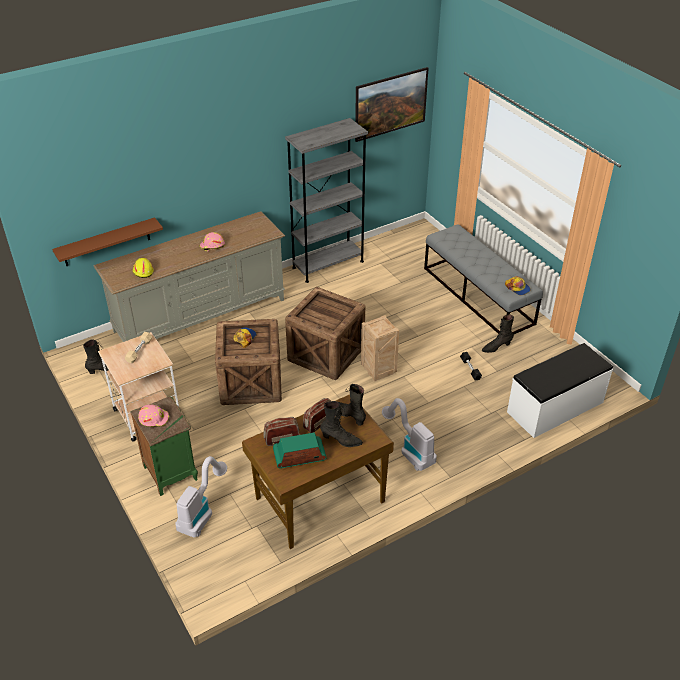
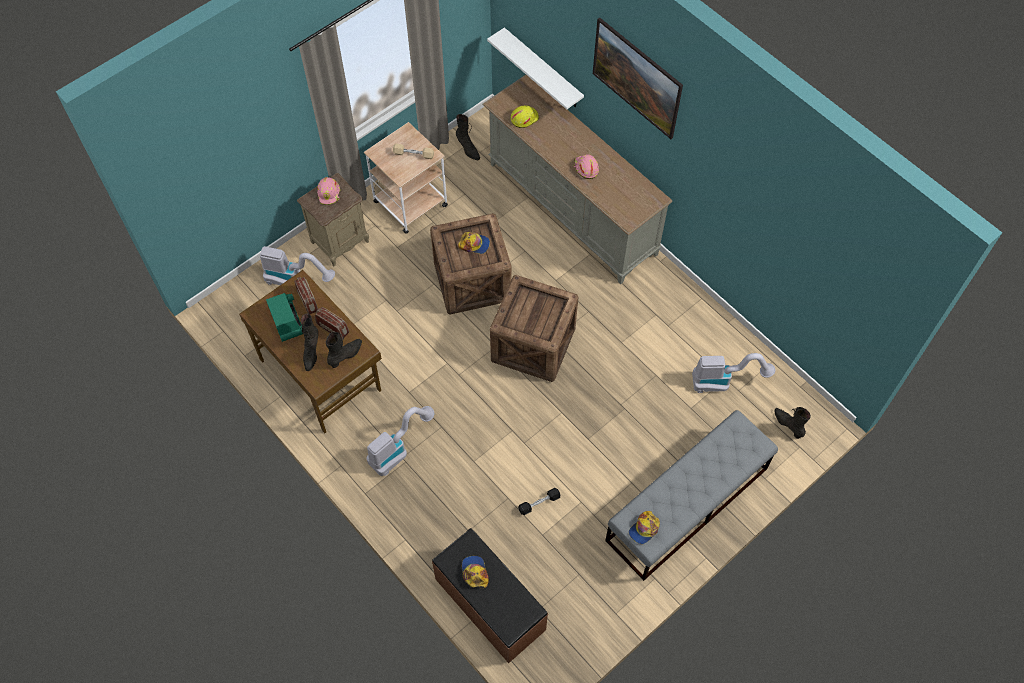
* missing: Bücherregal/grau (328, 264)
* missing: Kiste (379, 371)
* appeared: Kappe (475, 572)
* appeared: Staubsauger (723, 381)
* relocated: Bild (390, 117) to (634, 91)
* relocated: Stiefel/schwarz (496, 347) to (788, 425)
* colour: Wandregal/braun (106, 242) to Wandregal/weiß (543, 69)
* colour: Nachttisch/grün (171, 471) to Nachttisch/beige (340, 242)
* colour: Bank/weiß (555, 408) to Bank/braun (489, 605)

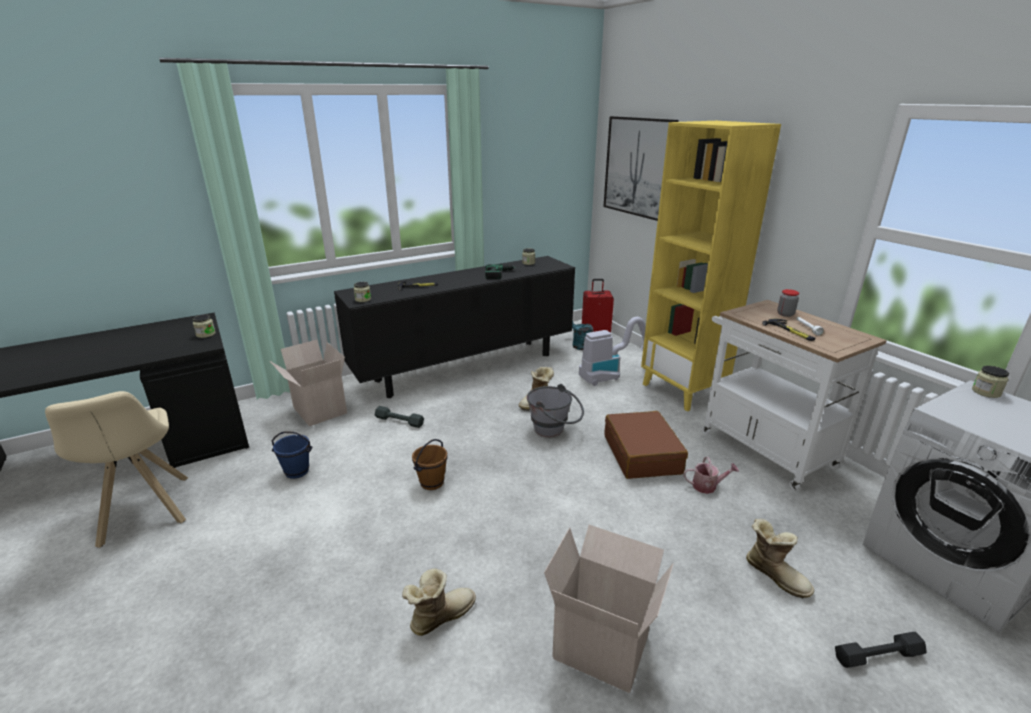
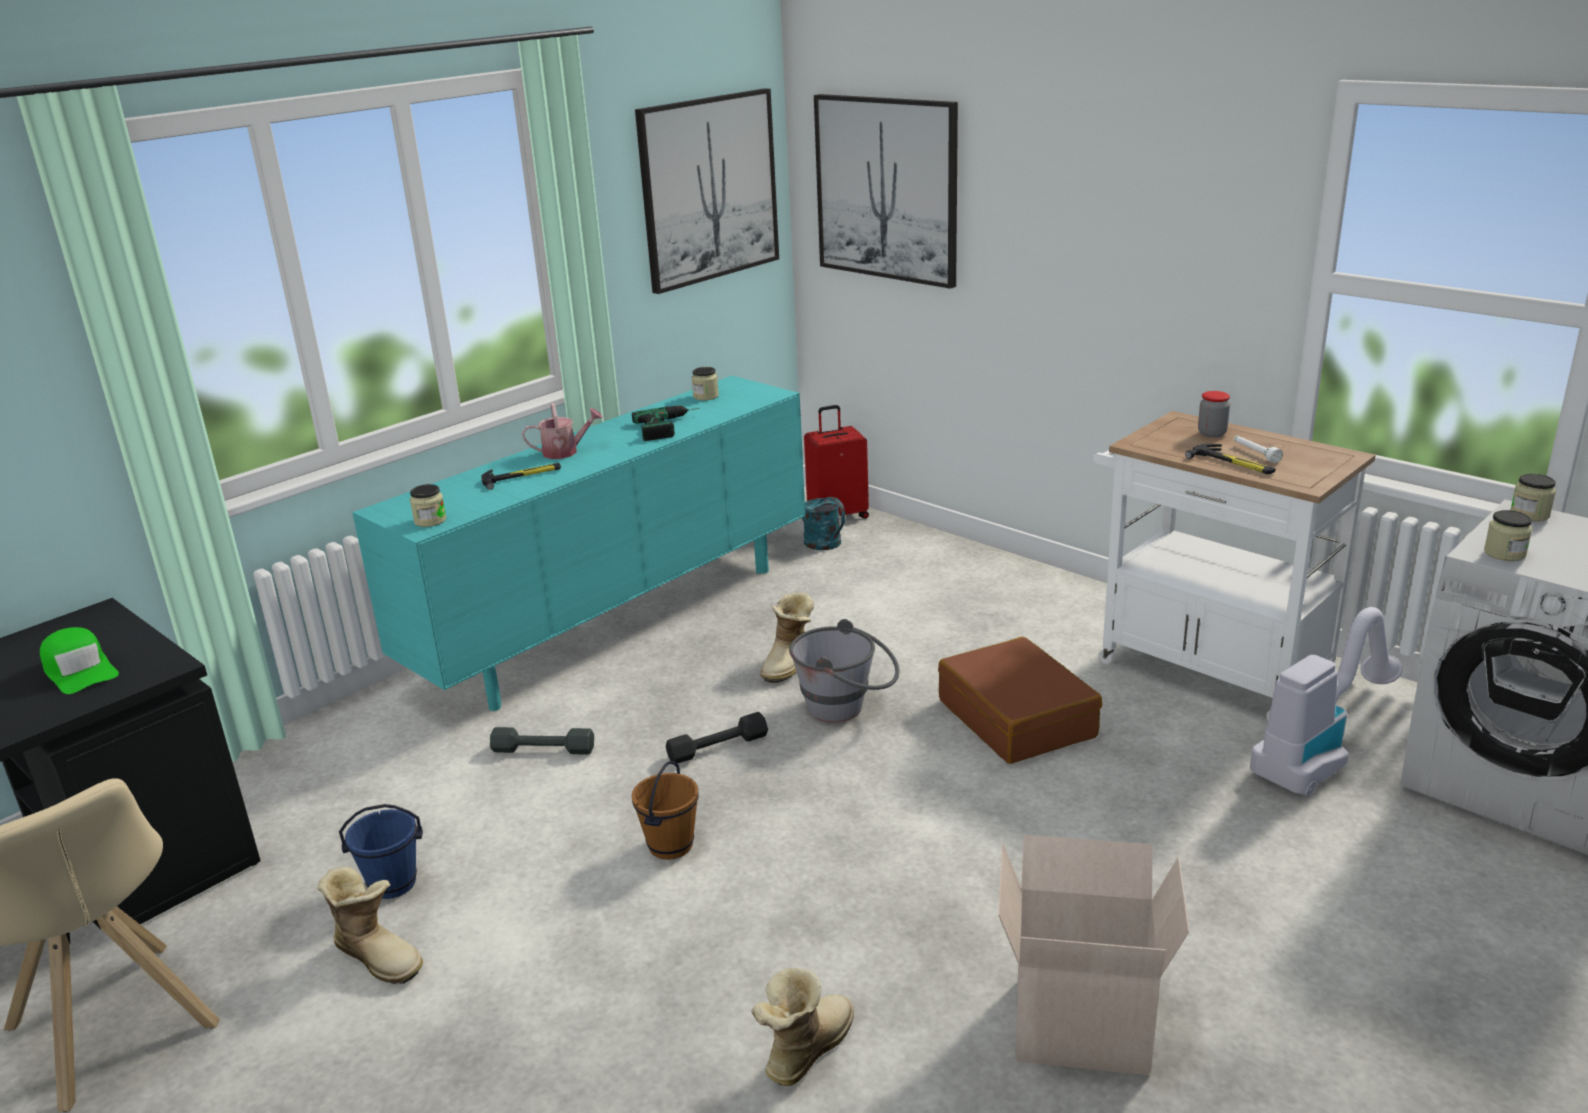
* missing: Karton (318, 410)
* missing: Bücherregal/gelb (683, 391)
* appeared: Kappe/grün (80, 670)
* appeared: Bild (709, 189)
* relocated: Vorratsglas (206, 334) to (1504, 553)
* relocated: Staubsauger (611, 375) to (1317, 755)
* relocated: Gießkanne (707, 486) to (565, 451)
* relocated: Stiefel (776, 574) to (379, 955)
* relocated: Hantel/schwarz (877, 656) to (718, 747)
* colour: Schrank/schwarz (465, 367) to Schrank/türkis (617, 622)

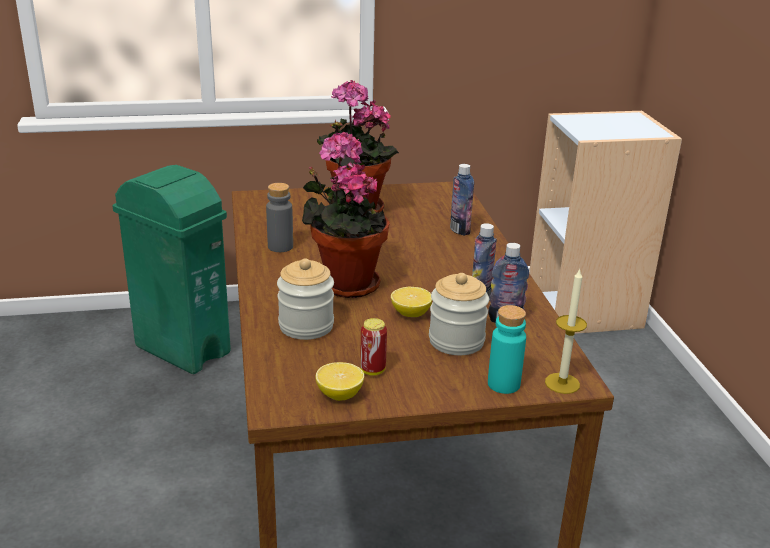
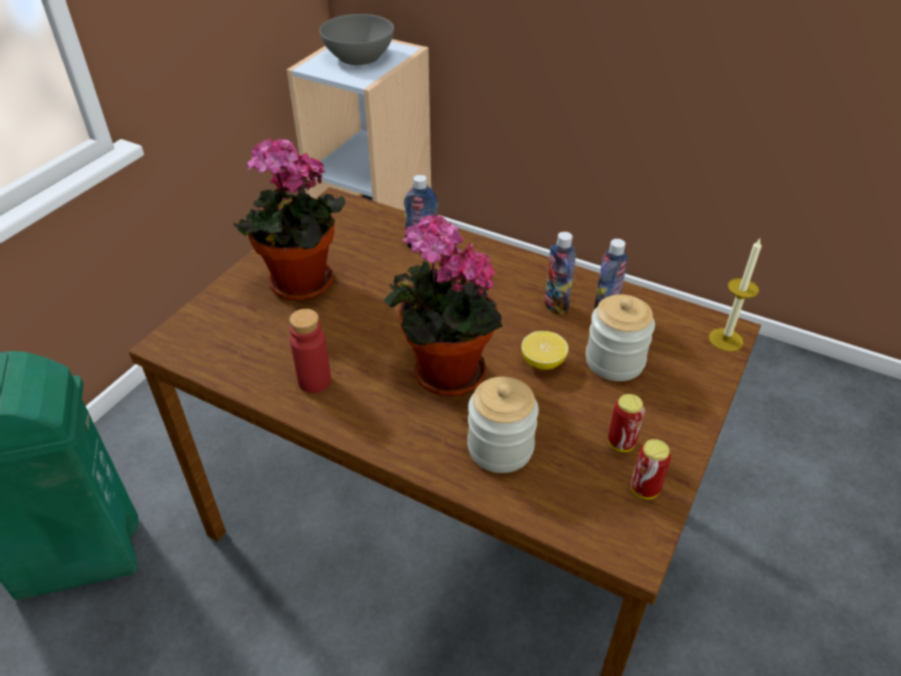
* missing: Flasche/türkis (503, 384)
* appeared: Schüssel/grau (358, 56)
* exchanged: Zitrone (339, 394) to Dose (644, 489)
* colour: Flasche/grau (280, 247) to Flasche/rot (314, 381)

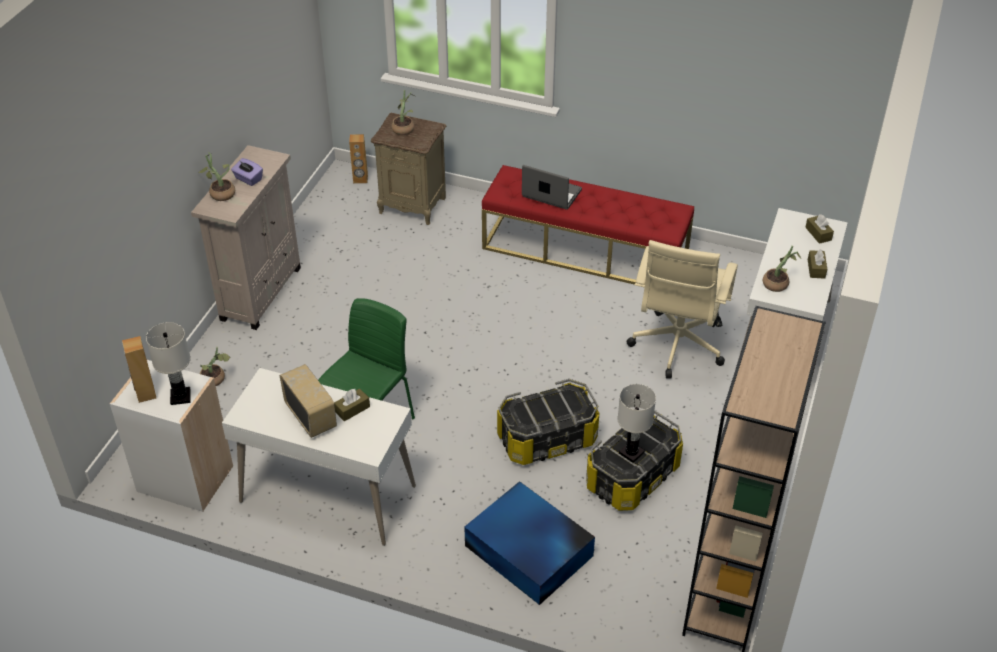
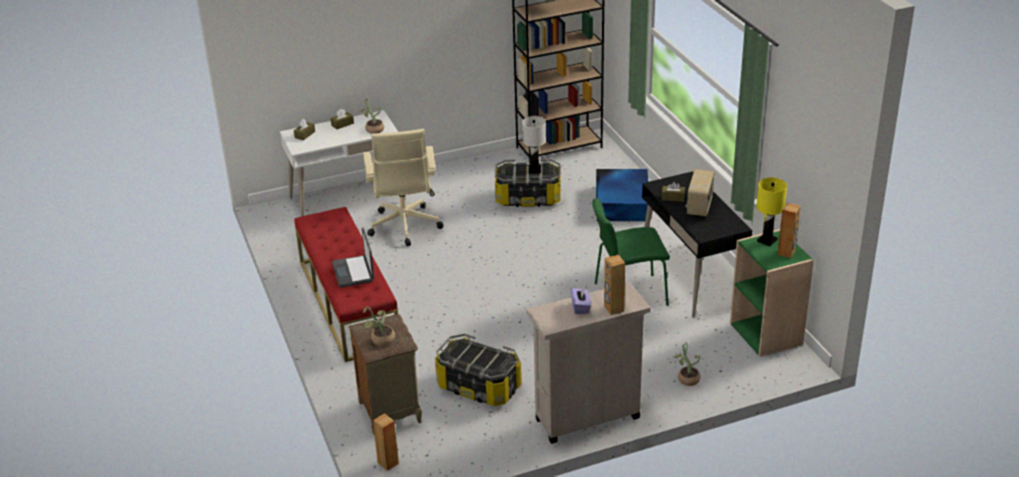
* relocated: Aufbewahrungsbox (547, 439) to (479, 386)
* exchanged: Topfpflanze (220, 193) to Lautsprecher/braun (613, 308)
* colour: Bücherregal/weiß (183, 479) to Bücherregal/grün (767, 334)
* colour: Tischlampe/weiß (180, 396) to Tischlampe/gelb (767, 240)
* colour: Schreibtisch/weiß (327, 495) to Schreibtisch/schwarz (691, 278)
* spun: Bürostuhl/beige (676, 348) = (405, 228) 105 degrees clockwise

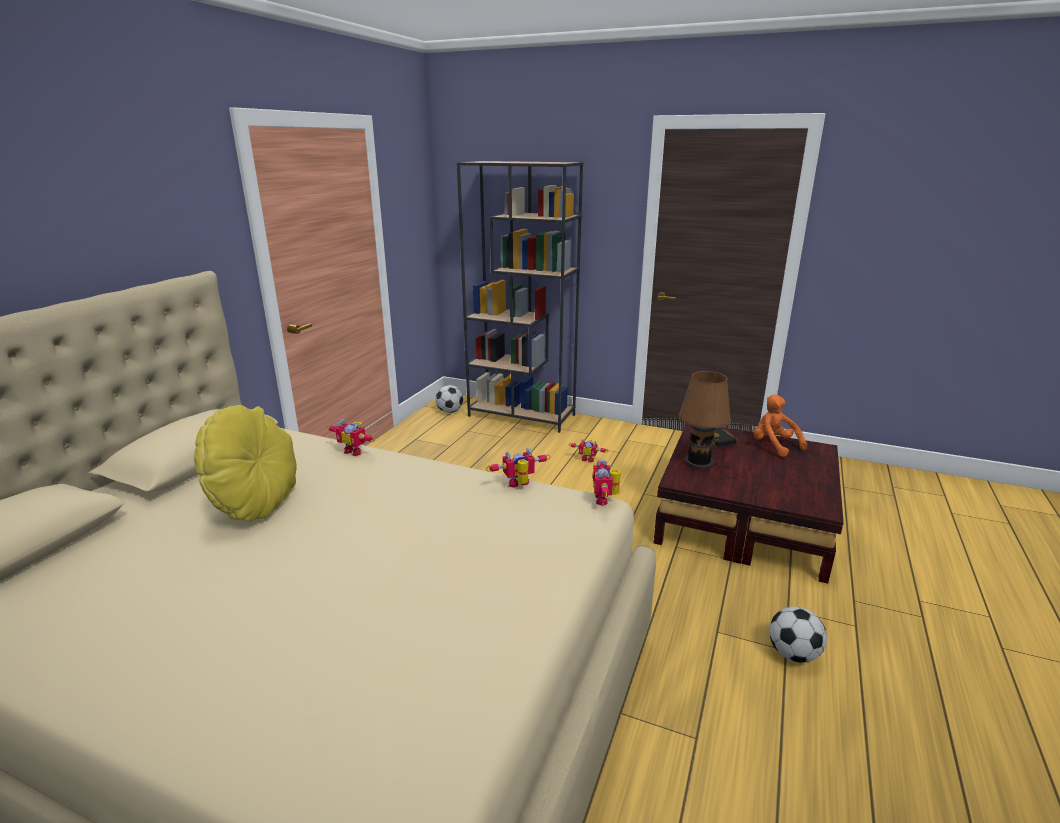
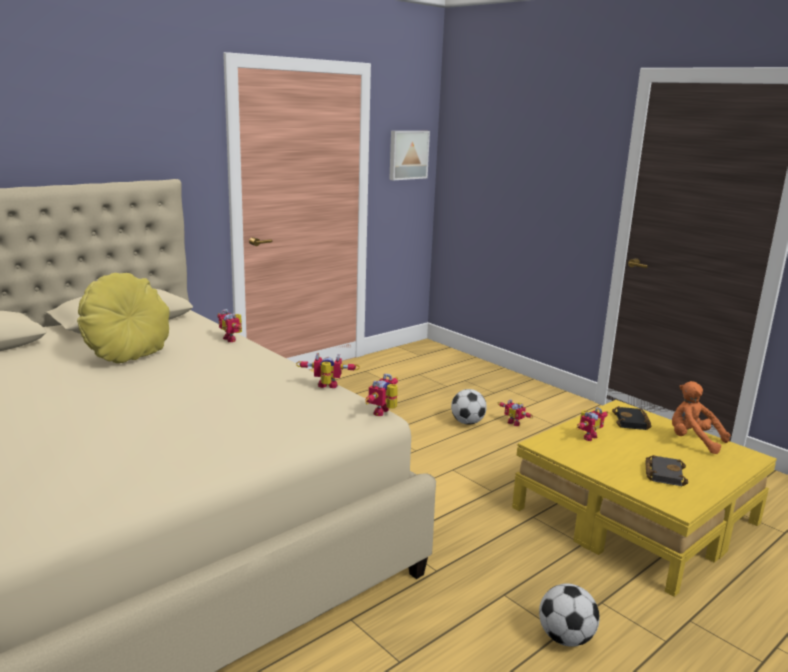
* missing: Bücherregal (522, 415)
* appeared: Bild (407, 155)
* appeared: Buch/schwarz (663, 473)
* relocated: Fußball (450, 411) to (467, 422)
* exchanged: Tischlampe/braun (701, 463) to Spielzeugroboter (587, 436)
* colour: Couchtisch/braun (743, 518) to Couchtisch/gelb (634, 514)
* spun: Plüschtier/orange (774, 445) = (692, 441) 45 degrees counterclockwise

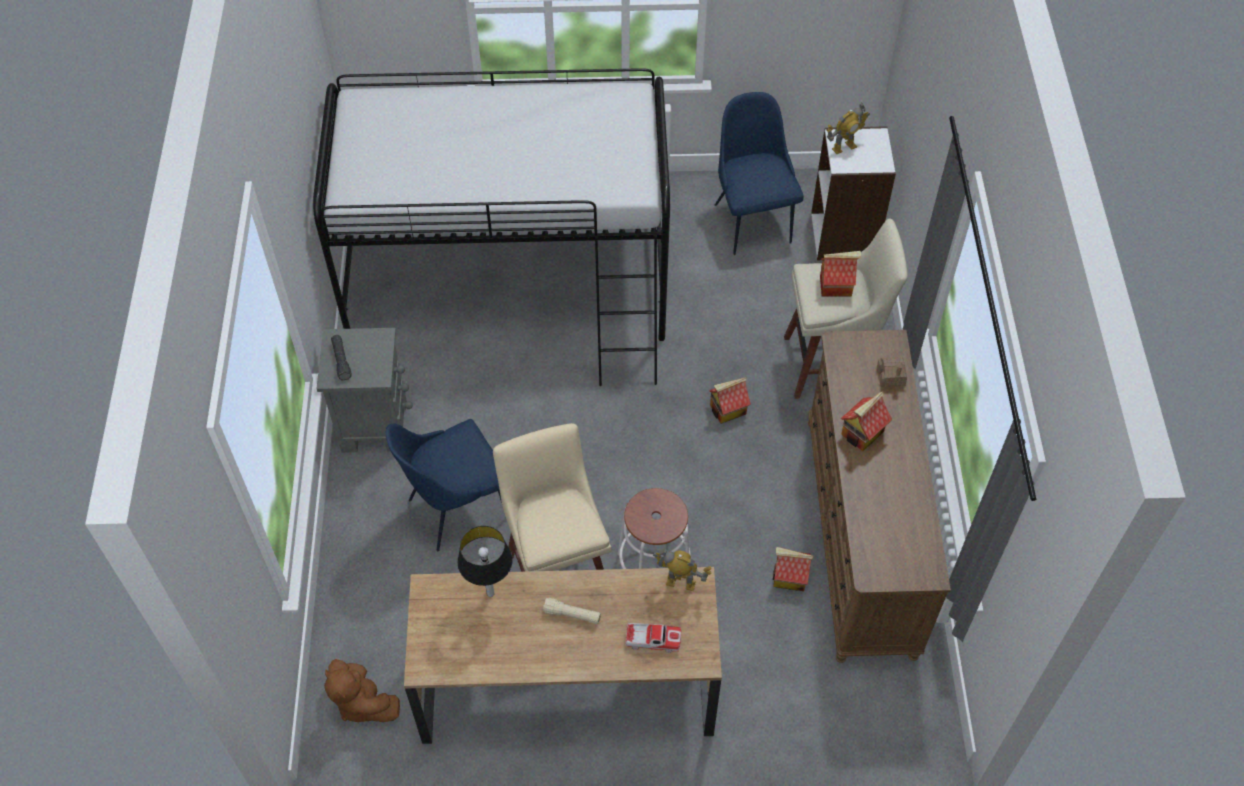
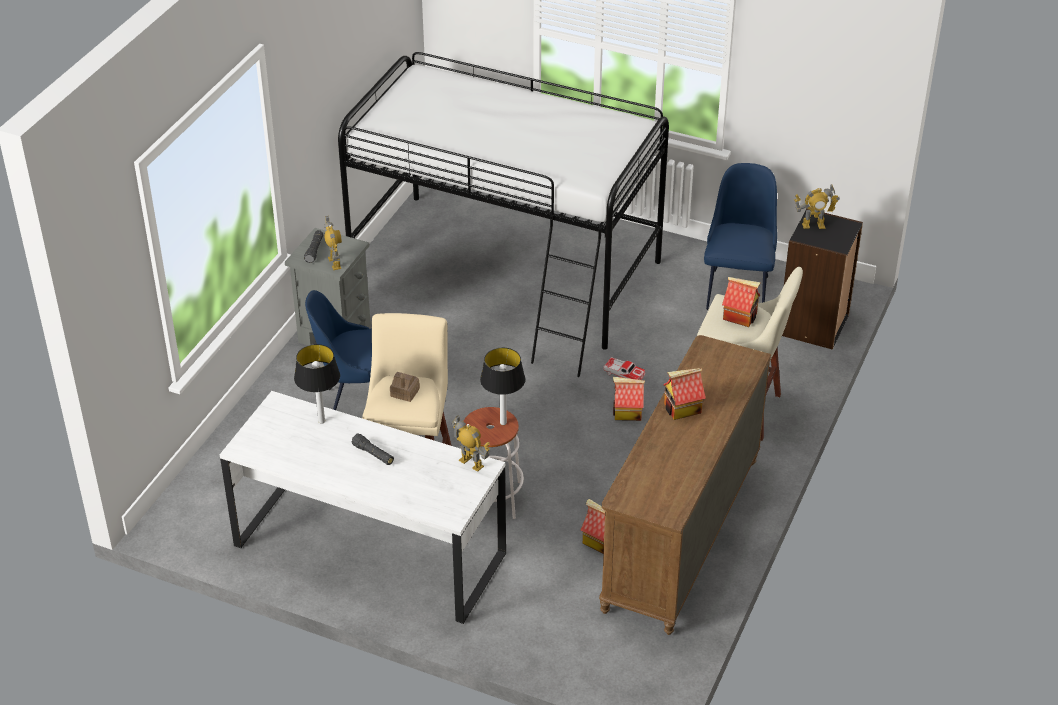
* missing: Plüschtier/braun (362, 702)
* appeared: Spielzeugroboter (335, 263)
* appeared: Tischlampe (503, 423)
* relocated: Spielzeugauto (652, 639) to (623, 374)
* relocated: Spielzeughaus (890, 376) to (405, 392)
* colour: Schreibtisch/braun (567, 685) to Schreibtisch/weiß (370, 549)
* colour: Taschenlampe/beige (572, 614) to Taschenlampe/schwarz (373, 454)
* colour: Bücherregal/weiß (844, 236) to Bücherregal/schwarz (814, 325)

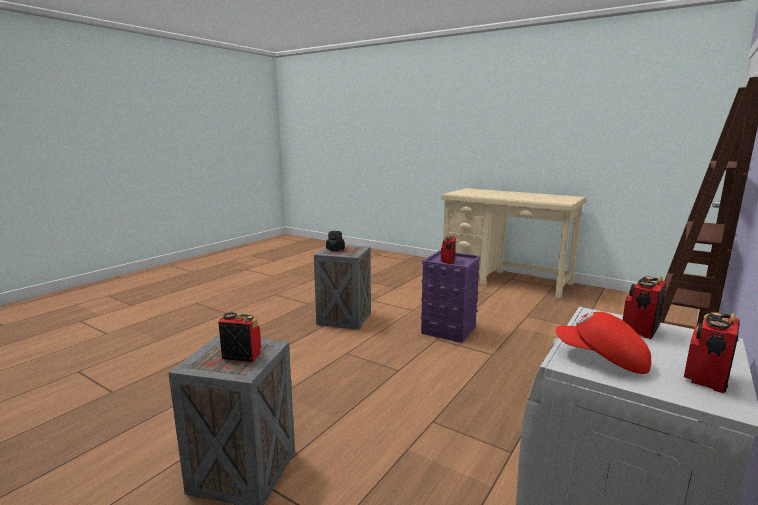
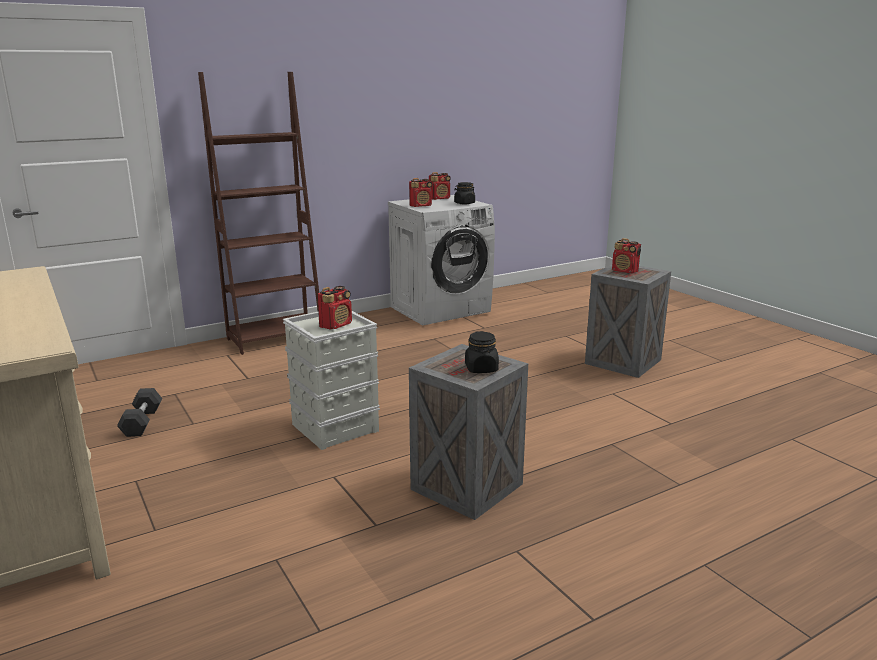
* appeared: Hantel/schwarz (142, 422)
* exchanged: Kappe/rot (602, 360) to Vorratsglas/schwarz (464, 203)
* colour: Aufbewahrungsbox/lila (449, 330) to Aufbewahrungsbox/grau (335, 427)

